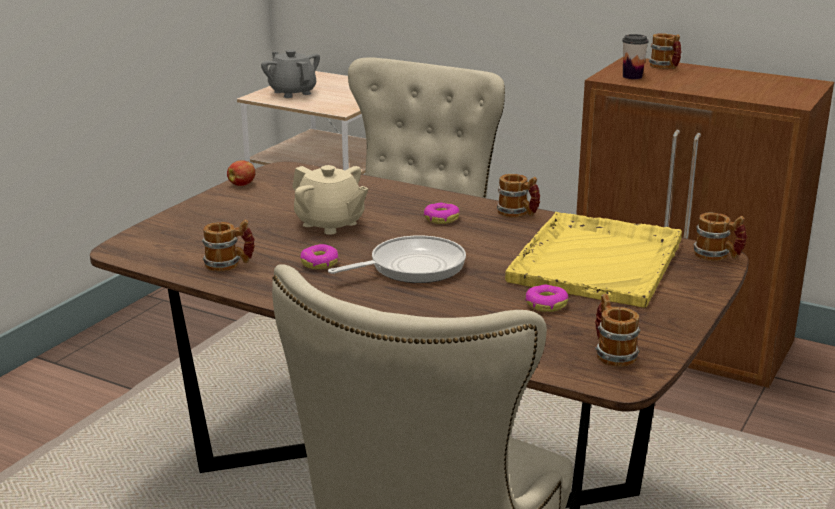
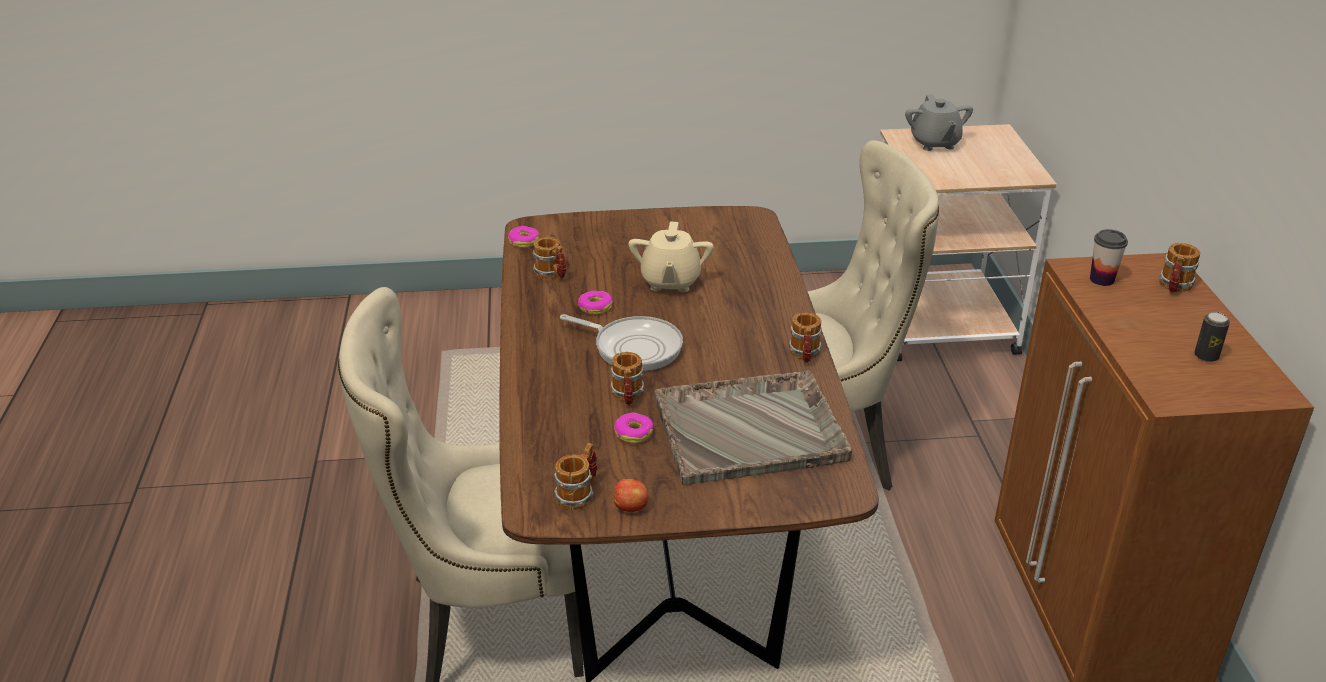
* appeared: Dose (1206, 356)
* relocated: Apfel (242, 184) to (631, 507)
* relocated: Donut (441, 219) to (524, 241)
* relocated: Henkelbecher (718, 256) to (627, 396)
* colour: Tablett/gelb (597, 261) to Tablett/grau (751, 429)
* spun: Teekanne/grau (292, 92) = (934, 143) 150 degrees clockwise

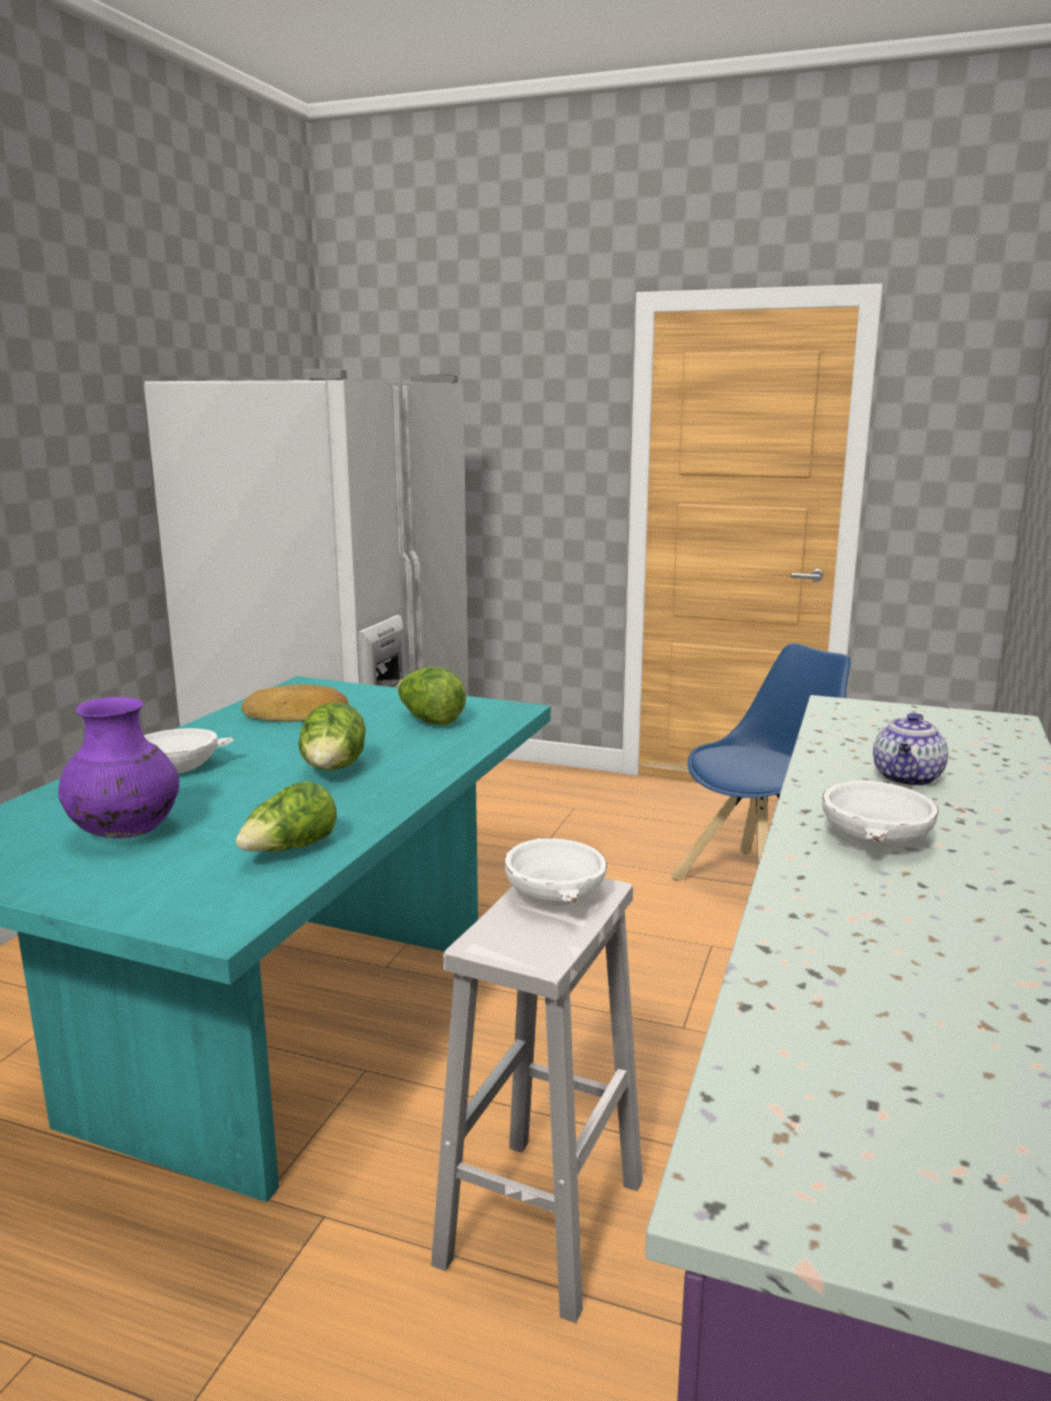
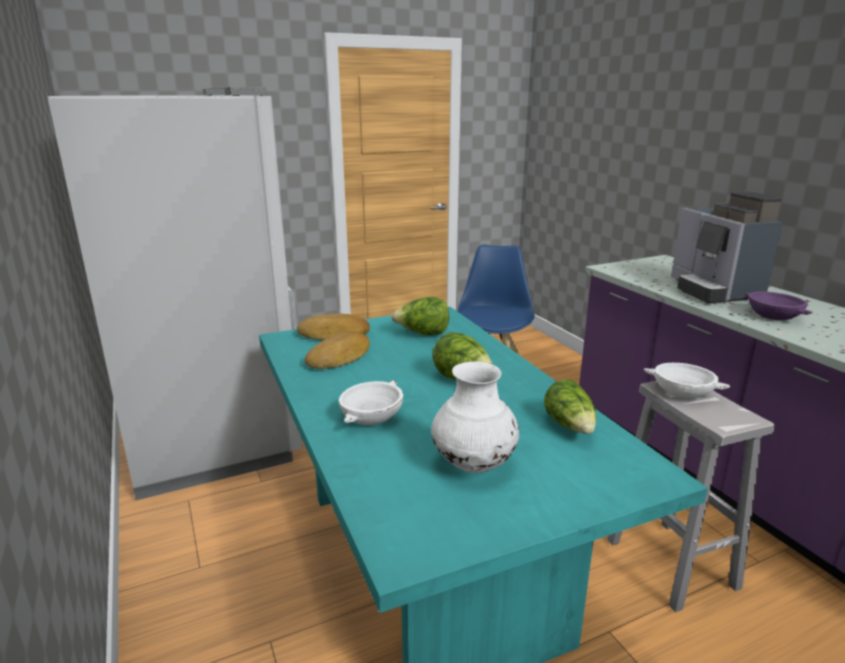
* appeared: Brot (334, 334)
* exchanged: Teekanne (907, 779) to Kaffeemaschine (713, 291)
* colour: Vase/lila (125, 834) to Vase/weiß (474, 465)
* colour: Schüssel/weiß (874, 838) to Schüssel/lila (772, 316)

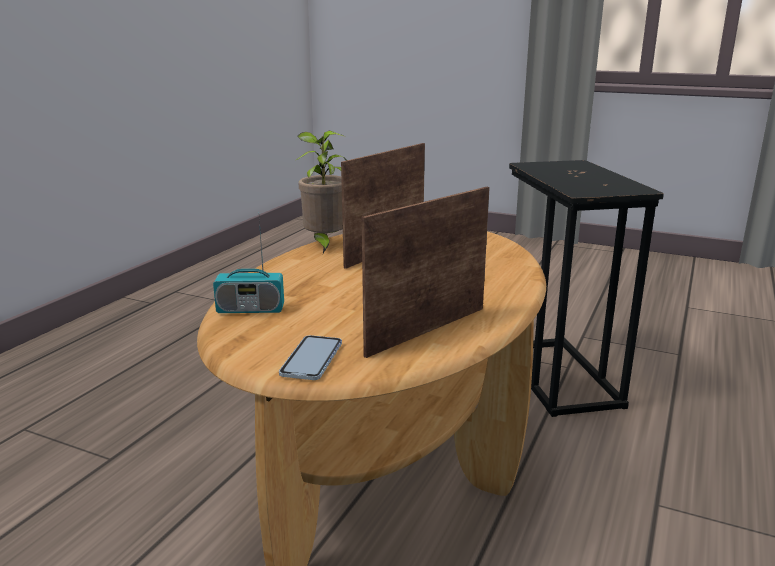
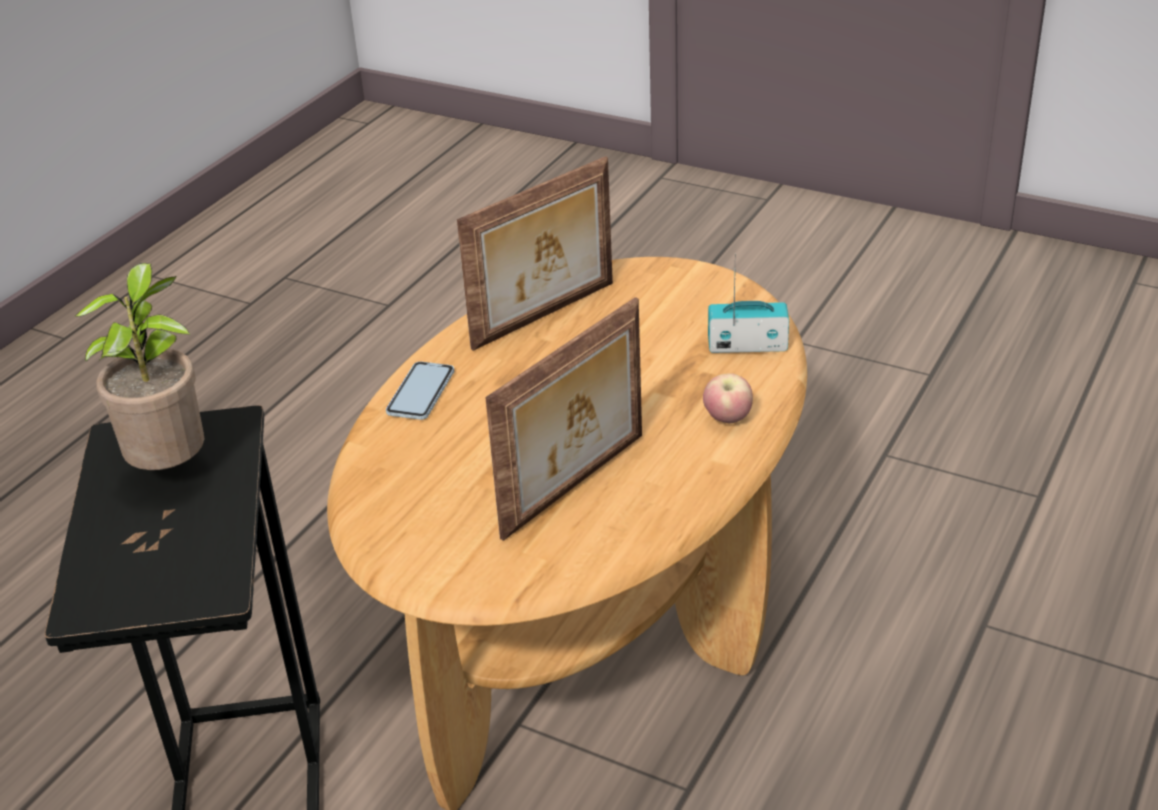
* appeared: Apfel (727, 419)
* relocated: Handy (312, 359) to (421, 392)
* relocated: Topfpflanze (324, 245) to (174, 469)

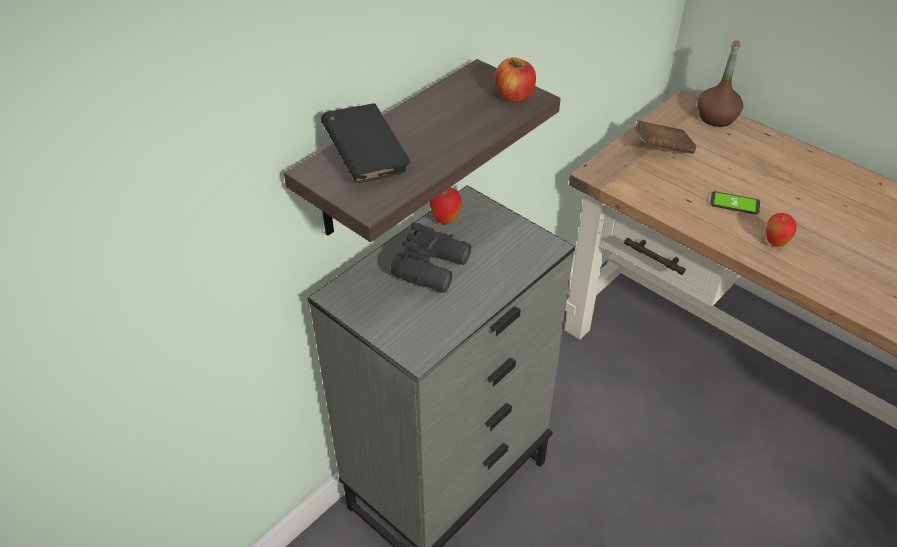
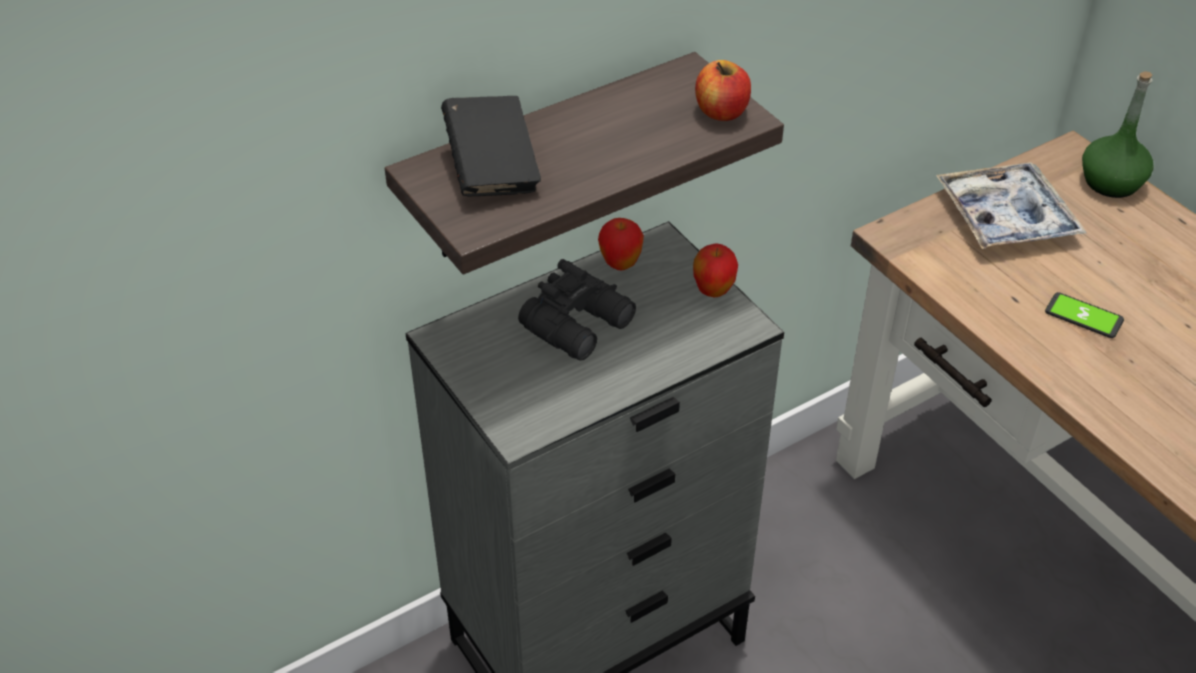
* relocated: Apfel (775, 243) to (713, 291)
* exchanged: Buch/braun (662, 149) to Tablett (1006, 217)
* colour: Flasche/braun (716, 118) to Flasche/grün (1111, 182)

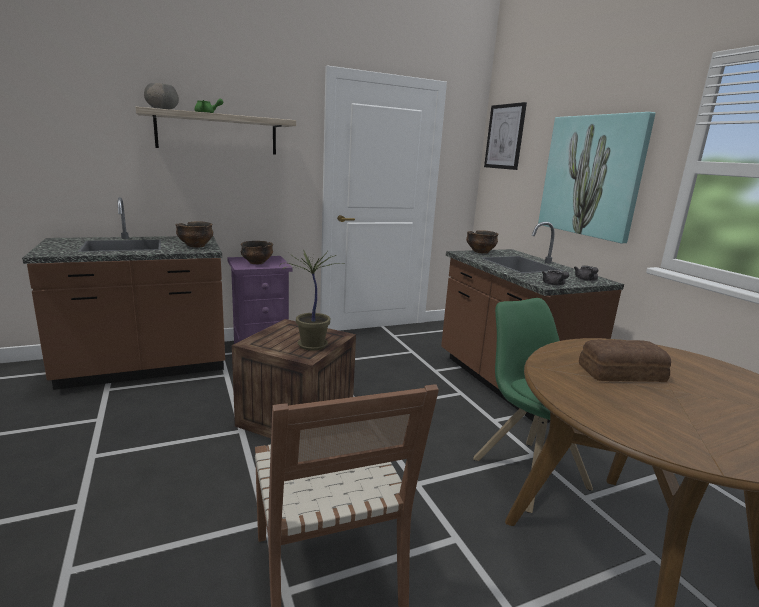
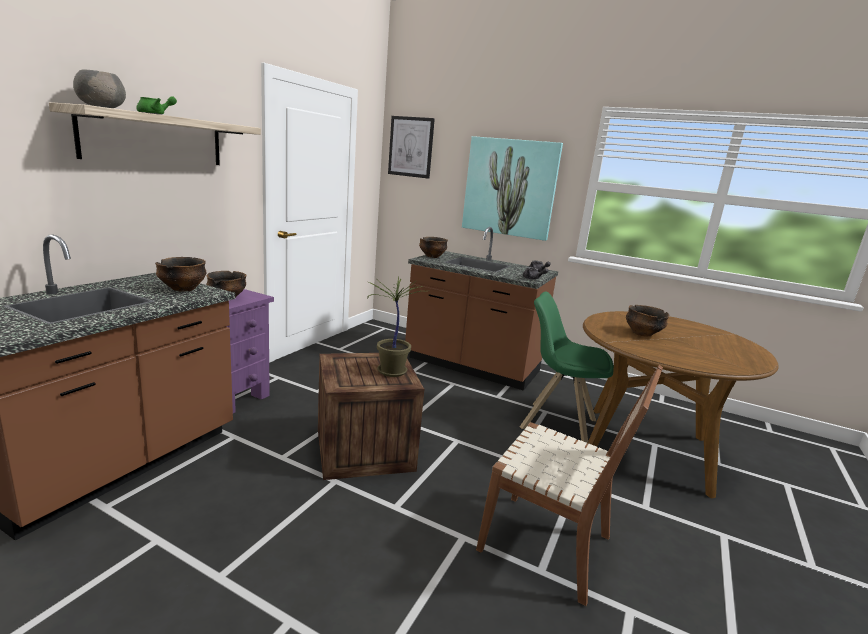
* exchanged: Brot (619, 373) to Schüssel (642, 334)

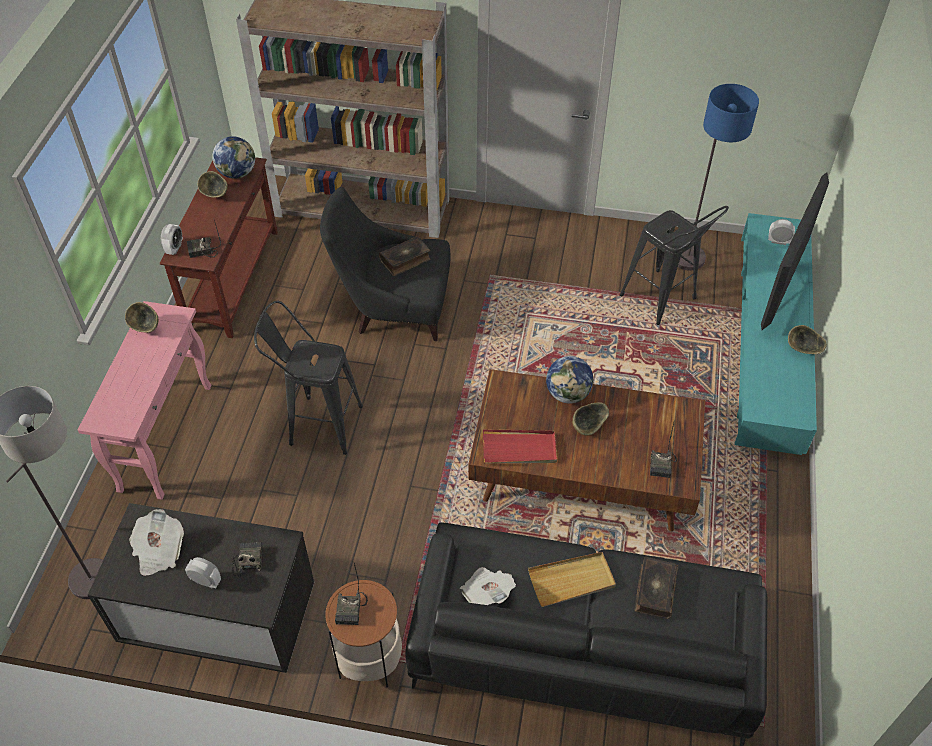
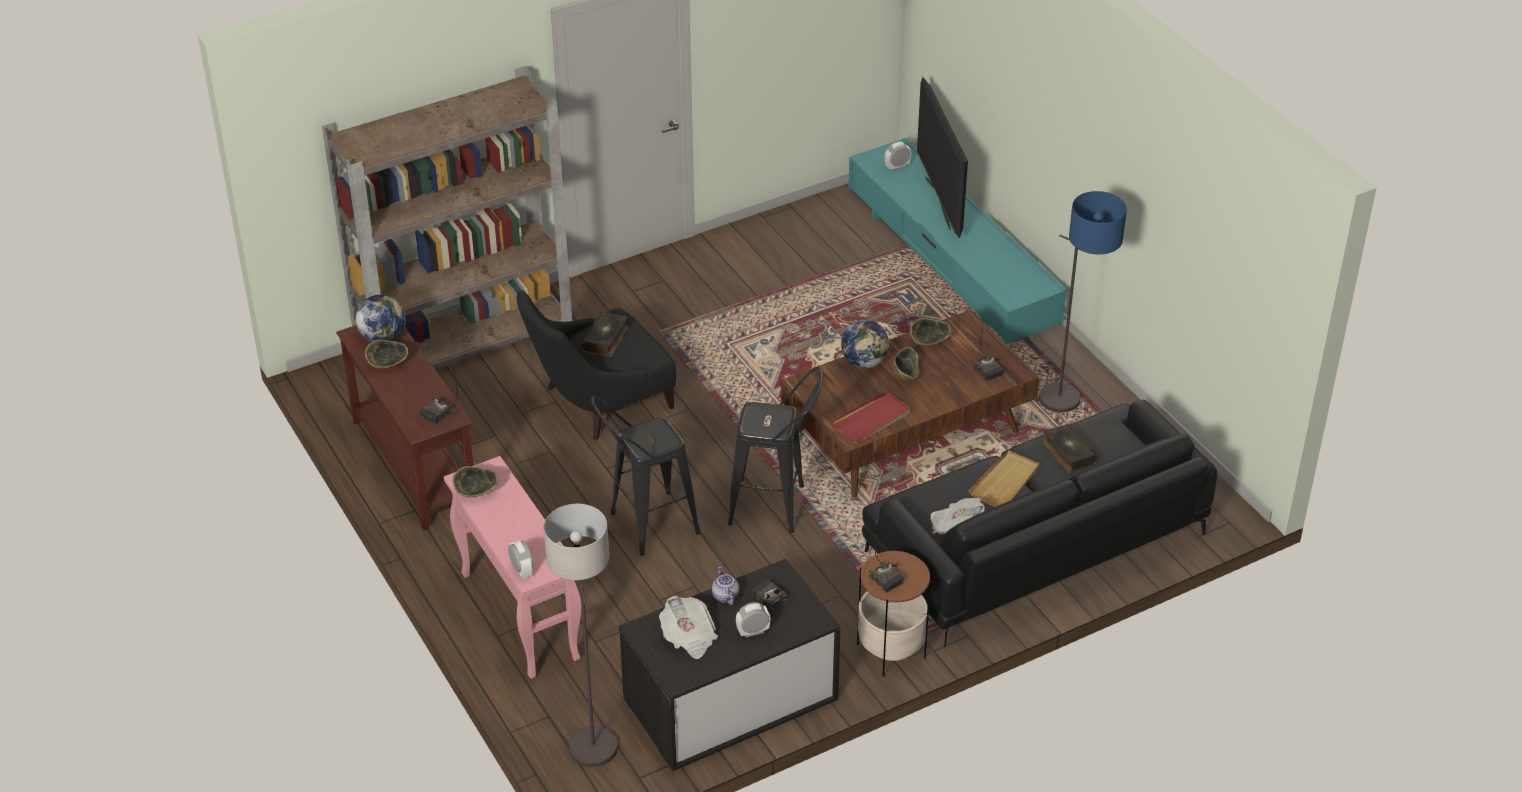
* appeared: Teekanne (724, 596)
* relocated: Wecker (174, 248) to (521, 571)
* relocated: Hocker/schwarz (663, 302) to (776, 507)
* relocated: Stehlampe/blau (691, 265) to (1070, 404)
* relocated: Schüssel (803, 349) to (928, 342)

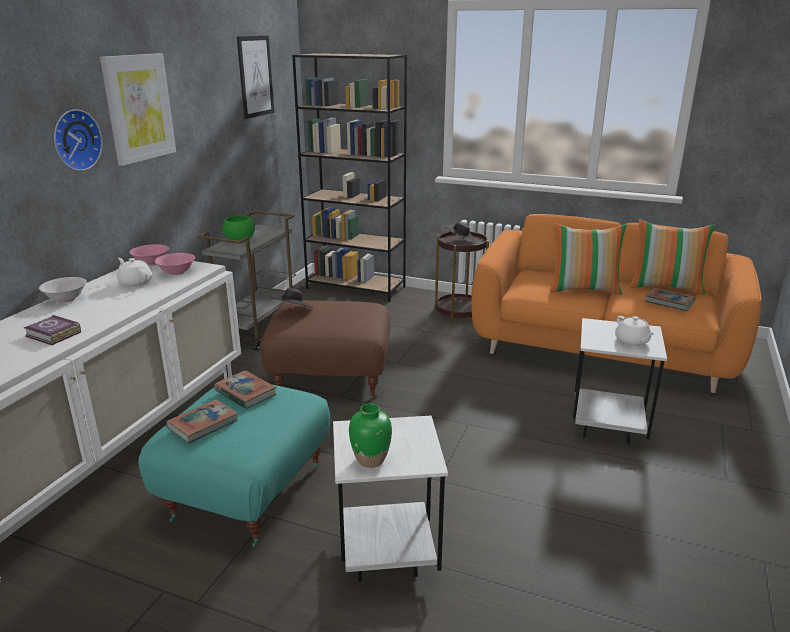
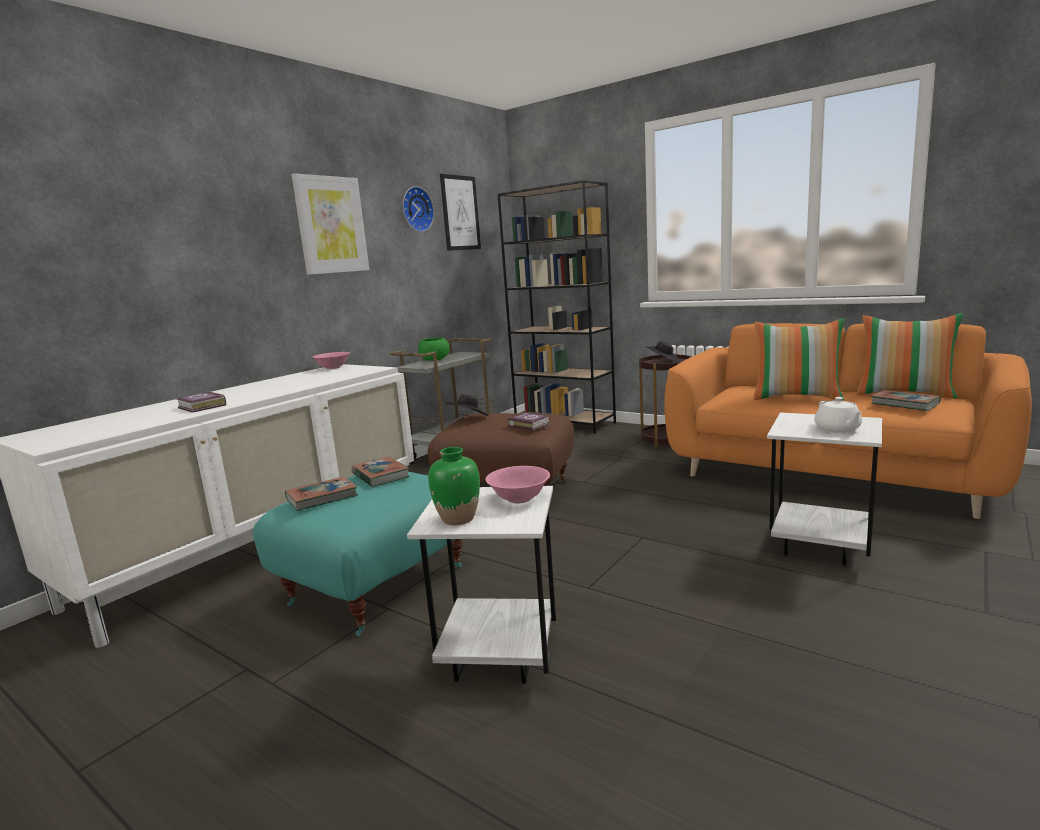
* missing: Schüssel/weiß (65, 299)
* missing: Teekanne/weiß (135, 282)
* appeared: Buch (529, 424)
* relocated: Wanduhr (75, 140) to (416, 209)
* relocated: Schüssel/rosa (176, 272) to (519, 499)

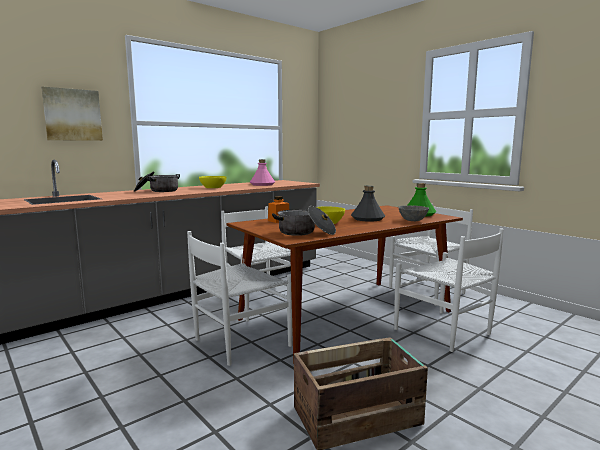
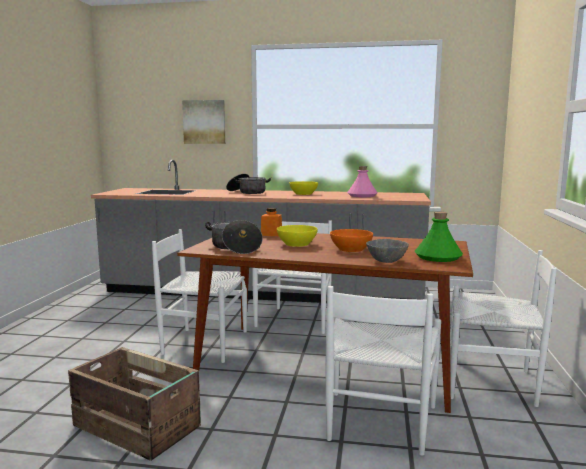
* exchanged: Flasche/grau (368, 219) to Schüssel/orange (351, 249)

